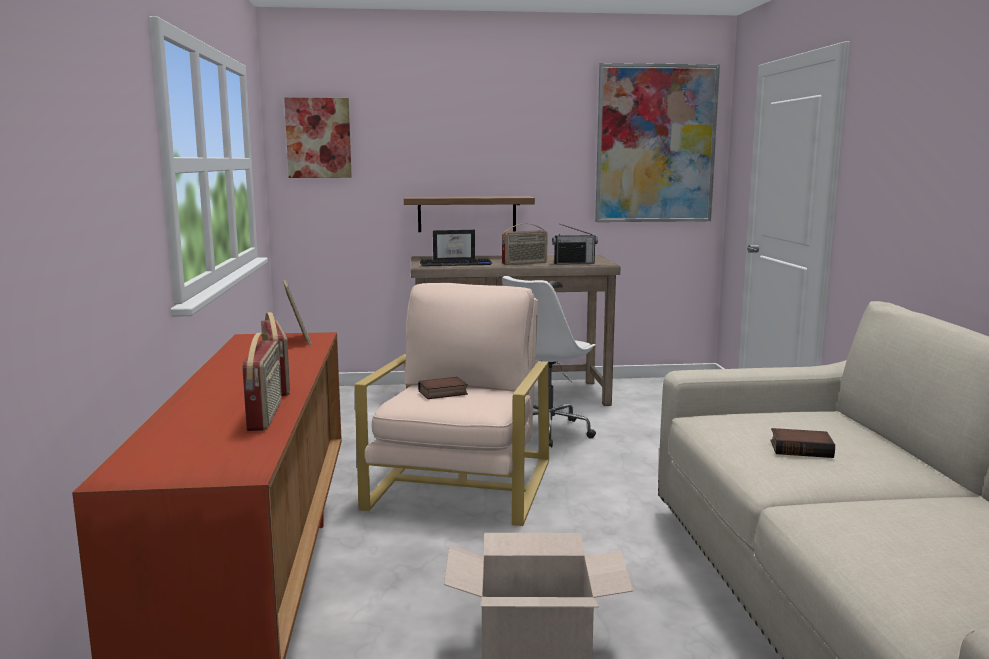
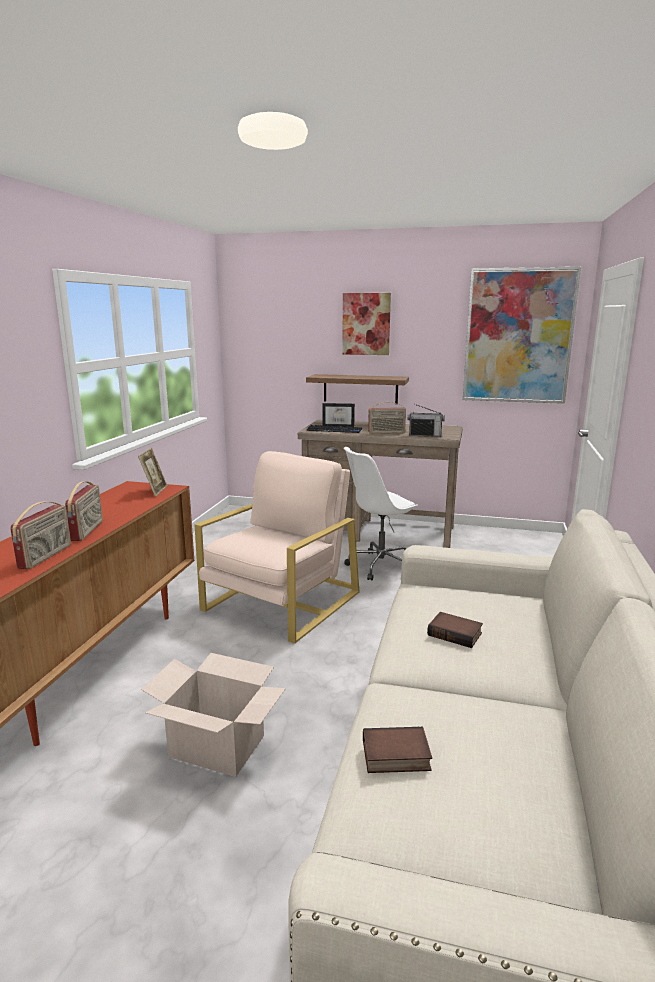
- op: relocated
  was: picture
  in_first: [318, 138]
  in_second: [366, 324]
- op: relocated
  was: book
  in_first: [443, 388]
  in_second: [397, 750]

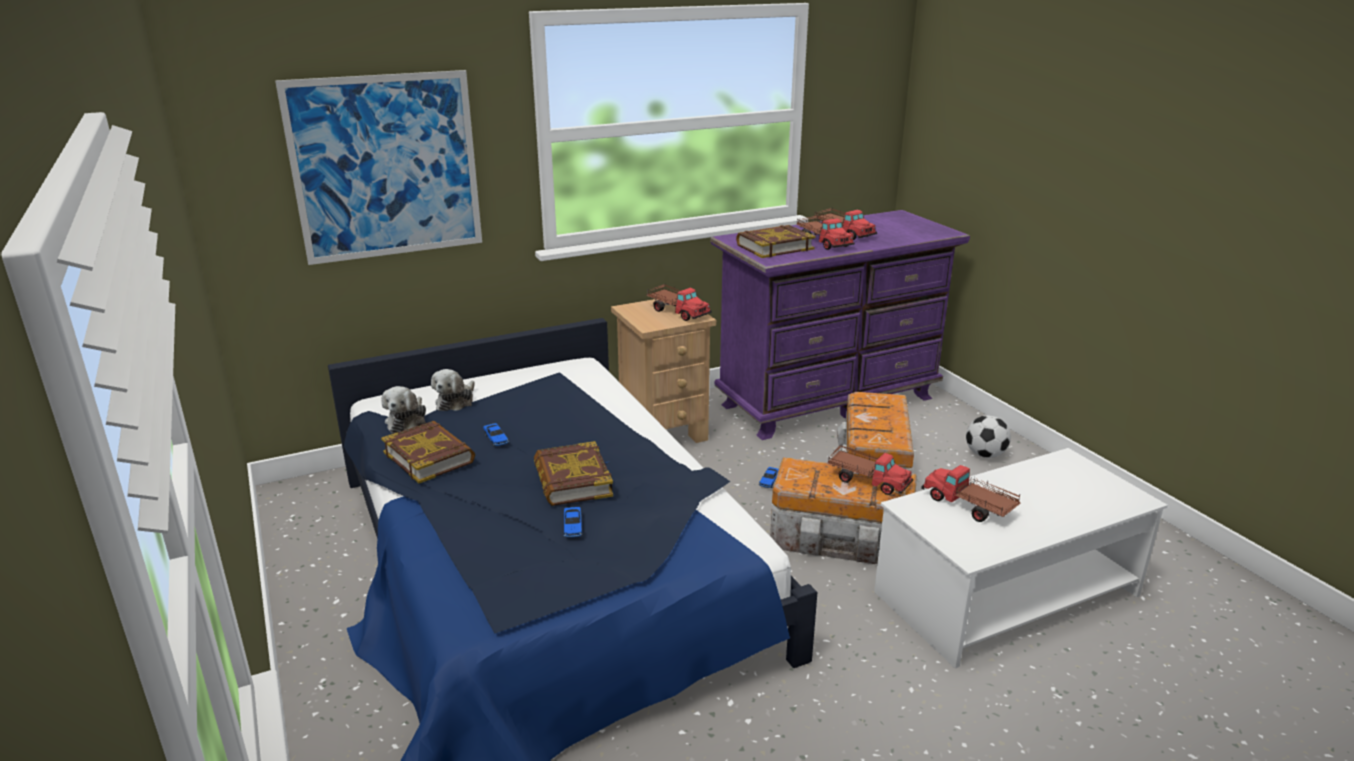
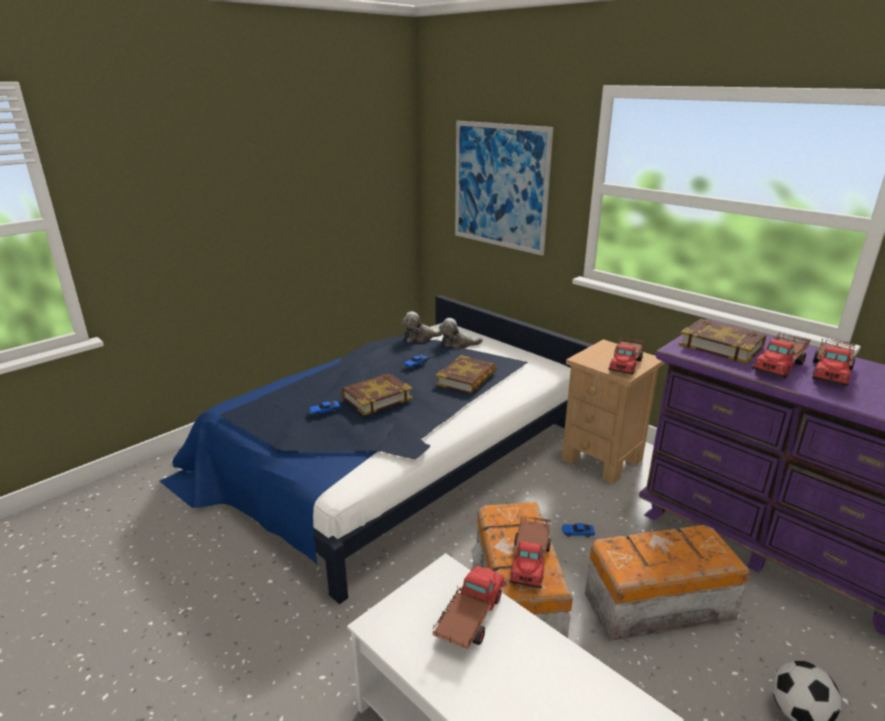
- op: relocated
  was: book
  in_first: [428, 452]
  in_second: [466, 374]

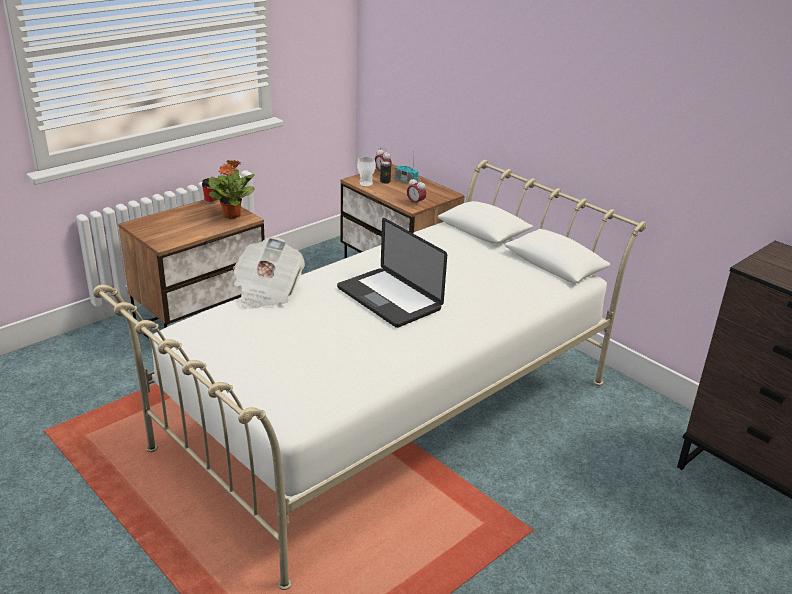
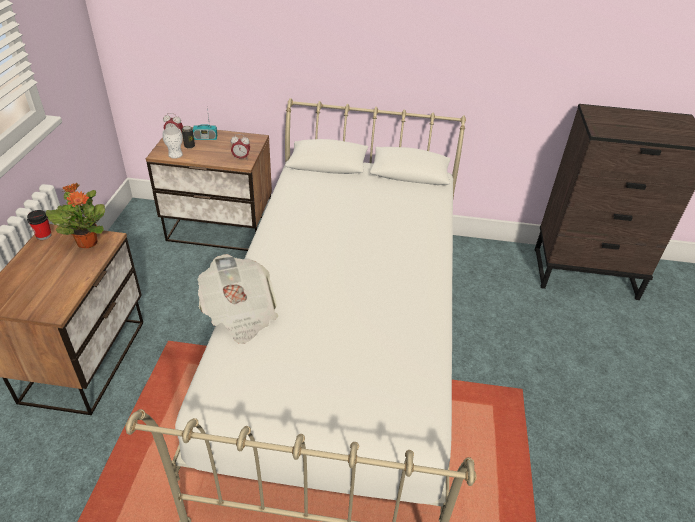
- op: missing
  was: laptop
  in_first: [392, 273]

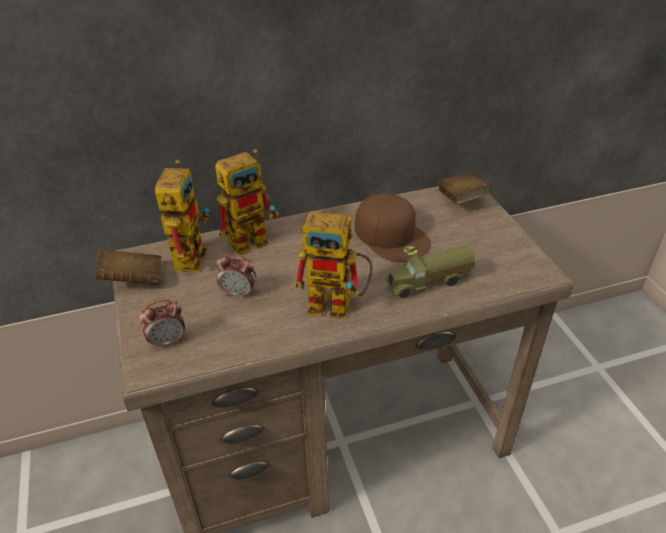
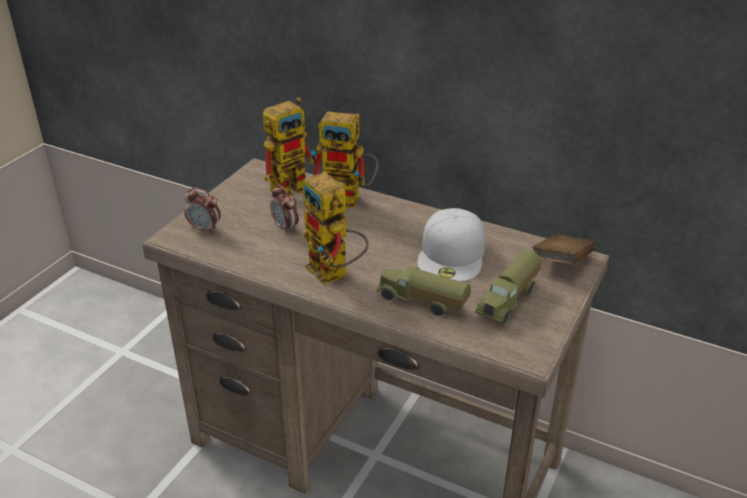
- op: missing
  was: brown book
  in_first: [127, 267]
- op: colour
  was: brown cap
  now: white cap
  in_first: [393, 227]
  in_second: [451, 245]
- op: appeared
  now: toy truck
  in_second: [508, 286]

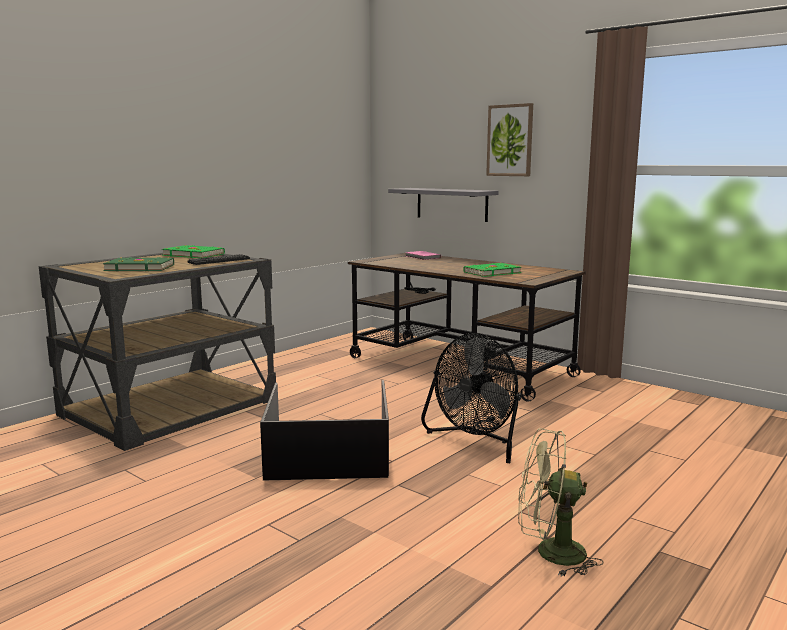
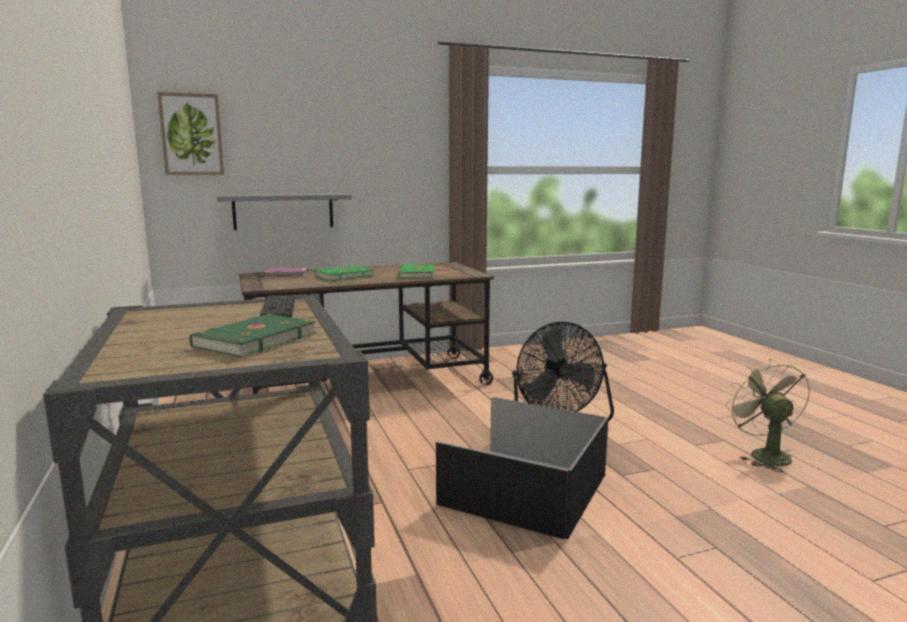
- op: relocated
  was: green book
  in_first: [193, 251]
  in_second: [344, 273]
- op: relocated
  was: picture
  in_first: [509, 139]
  in_second: [190, 133]
- op: spun
  was: green fan
  in_first: [560, 502]
  in_second: [767, 415]
  clockwise: 135

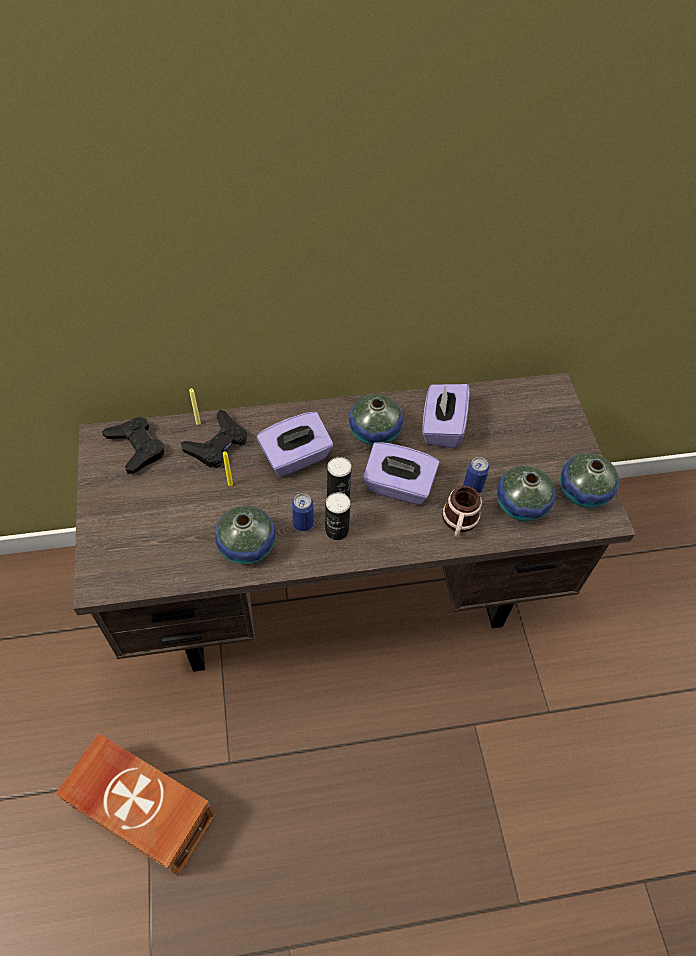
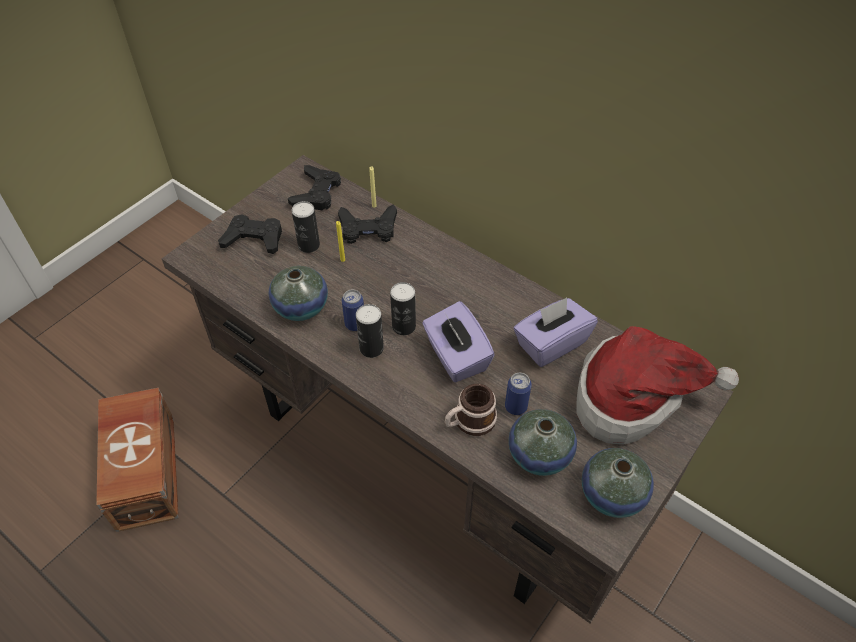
- op: missing
  was: purple tissue box
  in_first: [295, 444]
- op: missing
  was: vase
  in_first: [376, 420]
- op: appeared
  now: black game controller
  in_second: [250, 234]
- op: appeared
  now: can
  in_second: [306, 227]
- op: appeared
  now: hat
  in_second: [658, 385]

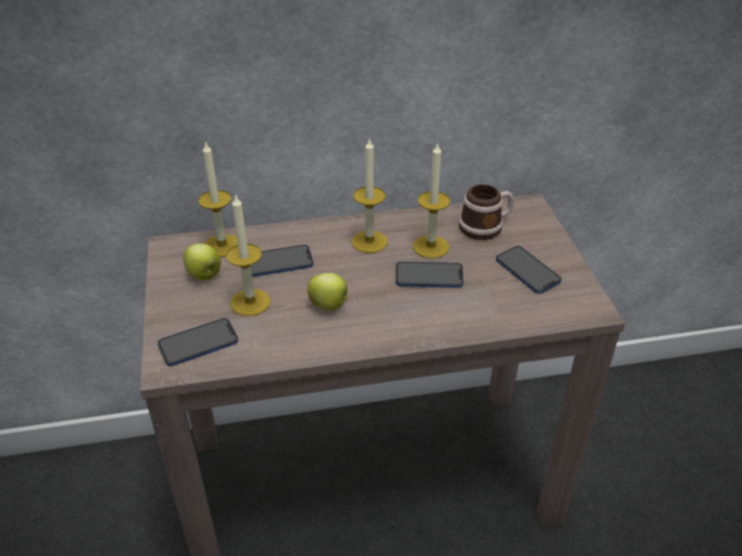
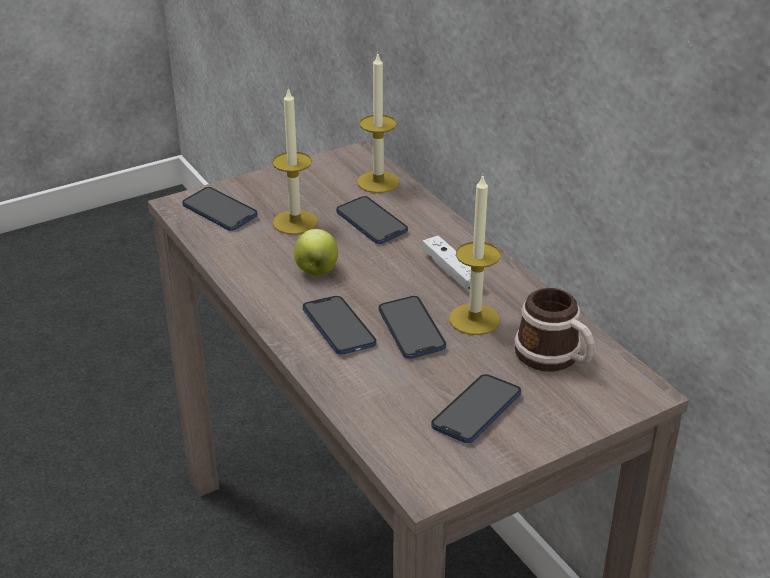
- op: missing
  was: apple
  in_first: [202, 262]
- op: exchanged
  was: candle
  now: white game controller
  in_first: [369, 195]
  in_second: [453, 264]
- op: appeared
  now: phone
  in_second: [340, 325]

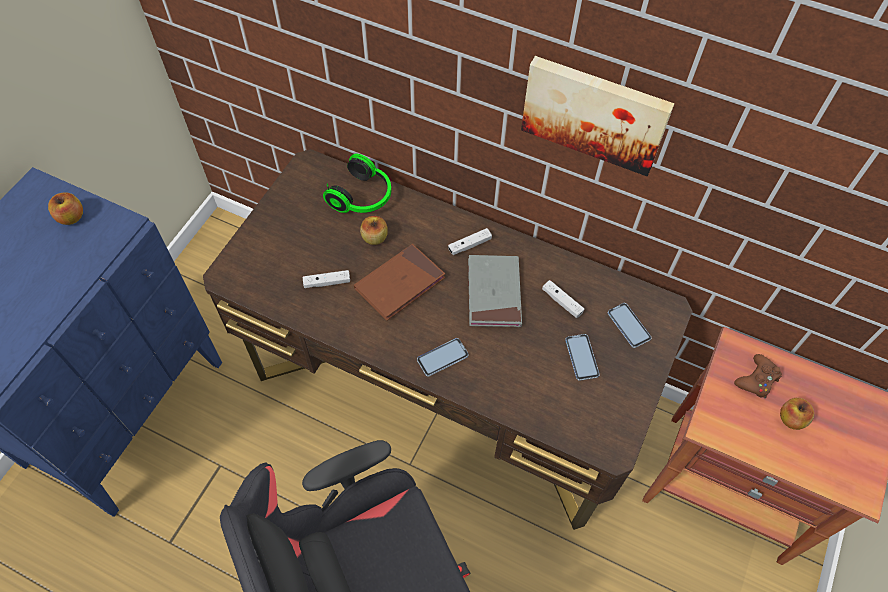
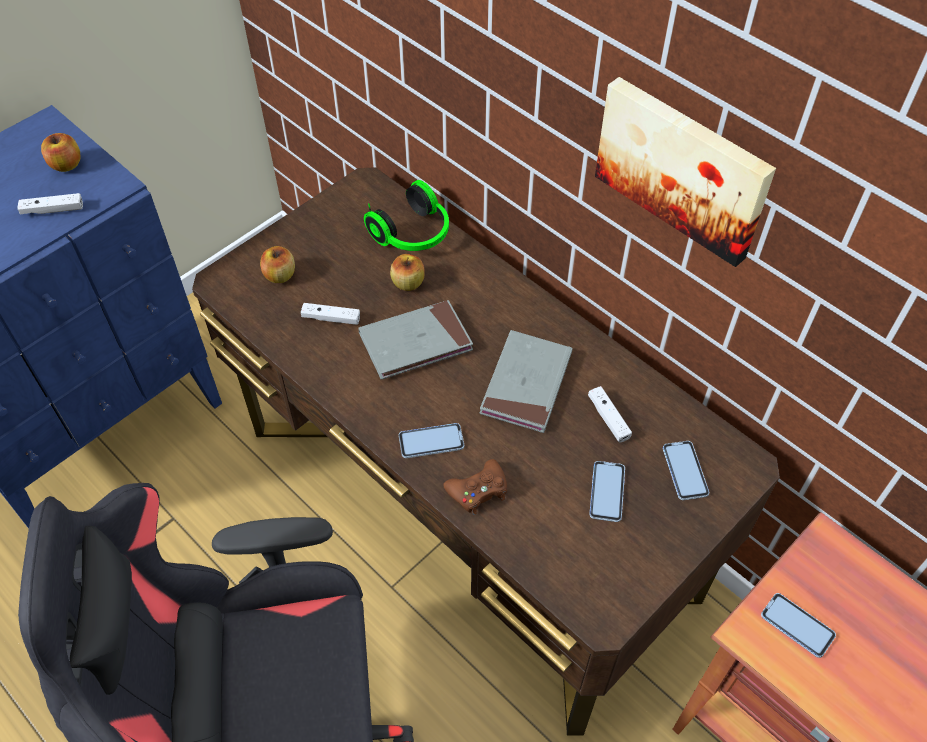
- op: colour
  was: brown book
  now: grey book
  in_first: [399, 282]
  in_second: [415, 340]
- op: relocated
  was: white game controller
  in_first: [470, 241]
  in_second: [50, 203]
- op: relocated
  was: brown game controller
  in_first: [758, 376]
  in_second: [475, 487]
- op: relocated
  was: apple
  in_first: [797, 414]
  in_second: [277, 264]
- op: appeared
  now: phone
  in_second: [798, 625]

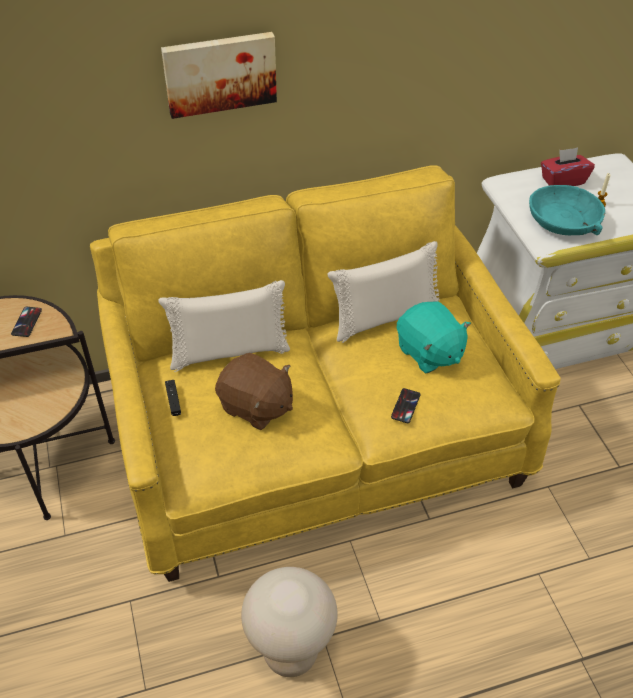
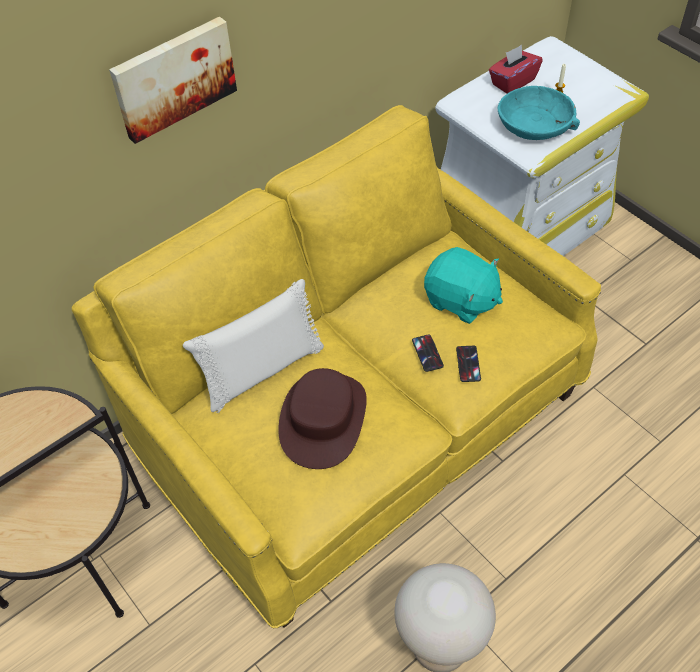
- op: relocated
  was: phone
  in_first: [26, 322]
  in_second: [428, 353]
- op: missing
  was: black game controller
  in_first: [173, 398]
- op: exchanged
  was: brown plush toy
  now: brown hat
  in_first: [254, 391]
  in_second: [322, 418]
- op: missing
  was: white pillow
  in_first: [383, 292]

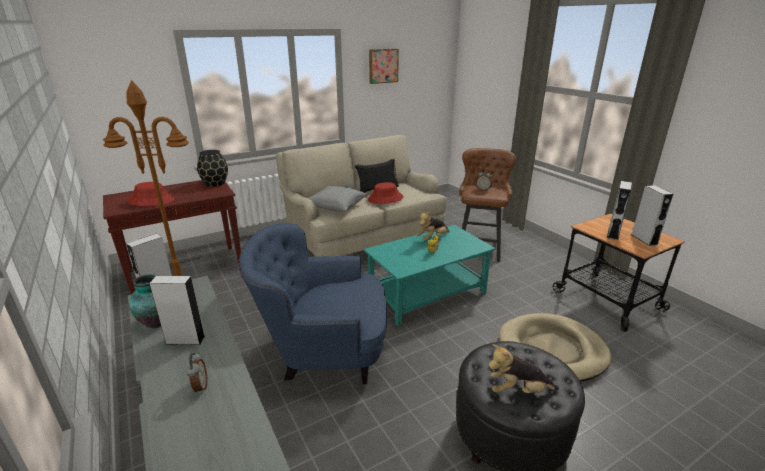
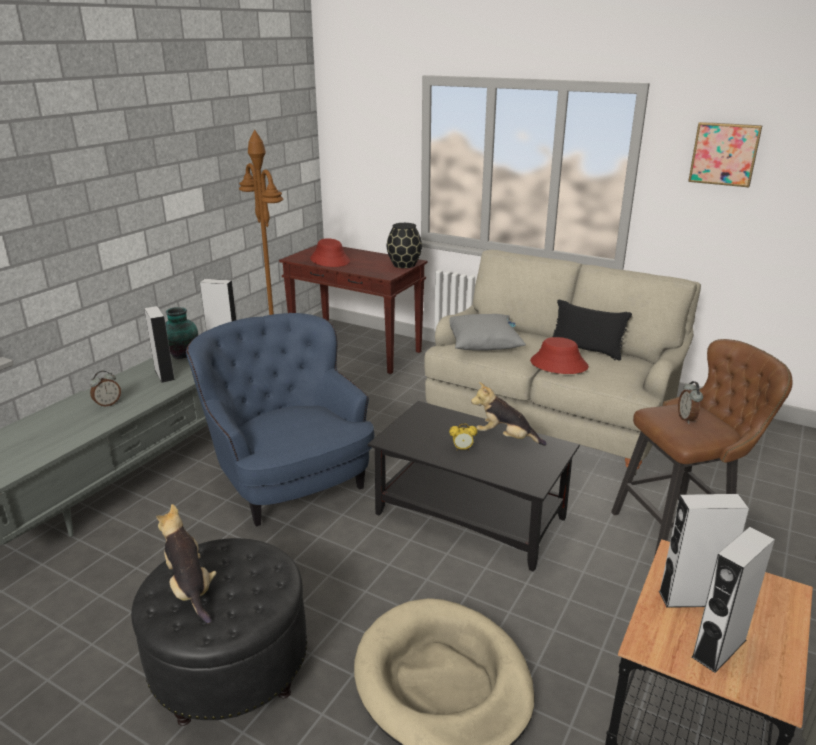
- op: colour
  was: turquoise coffee table
  now: black coffee table
  in_first: [430, 276]
  in_second: [474, 486]

